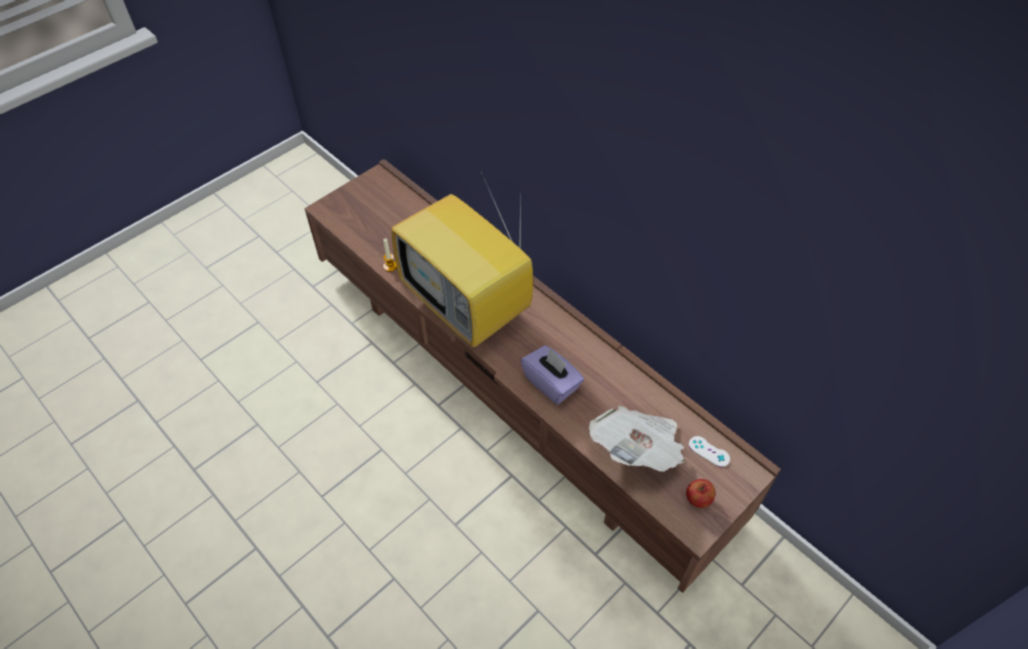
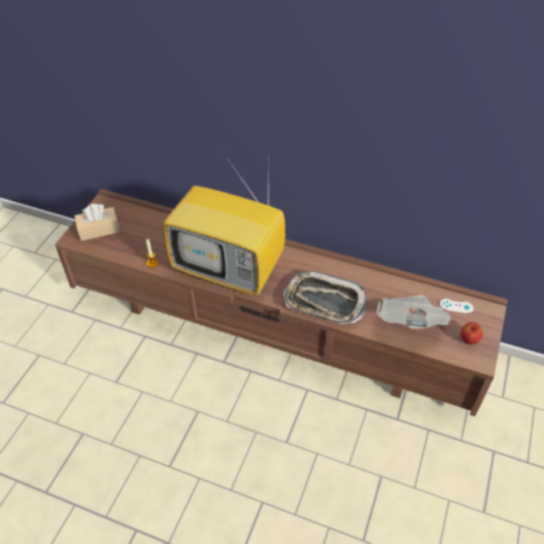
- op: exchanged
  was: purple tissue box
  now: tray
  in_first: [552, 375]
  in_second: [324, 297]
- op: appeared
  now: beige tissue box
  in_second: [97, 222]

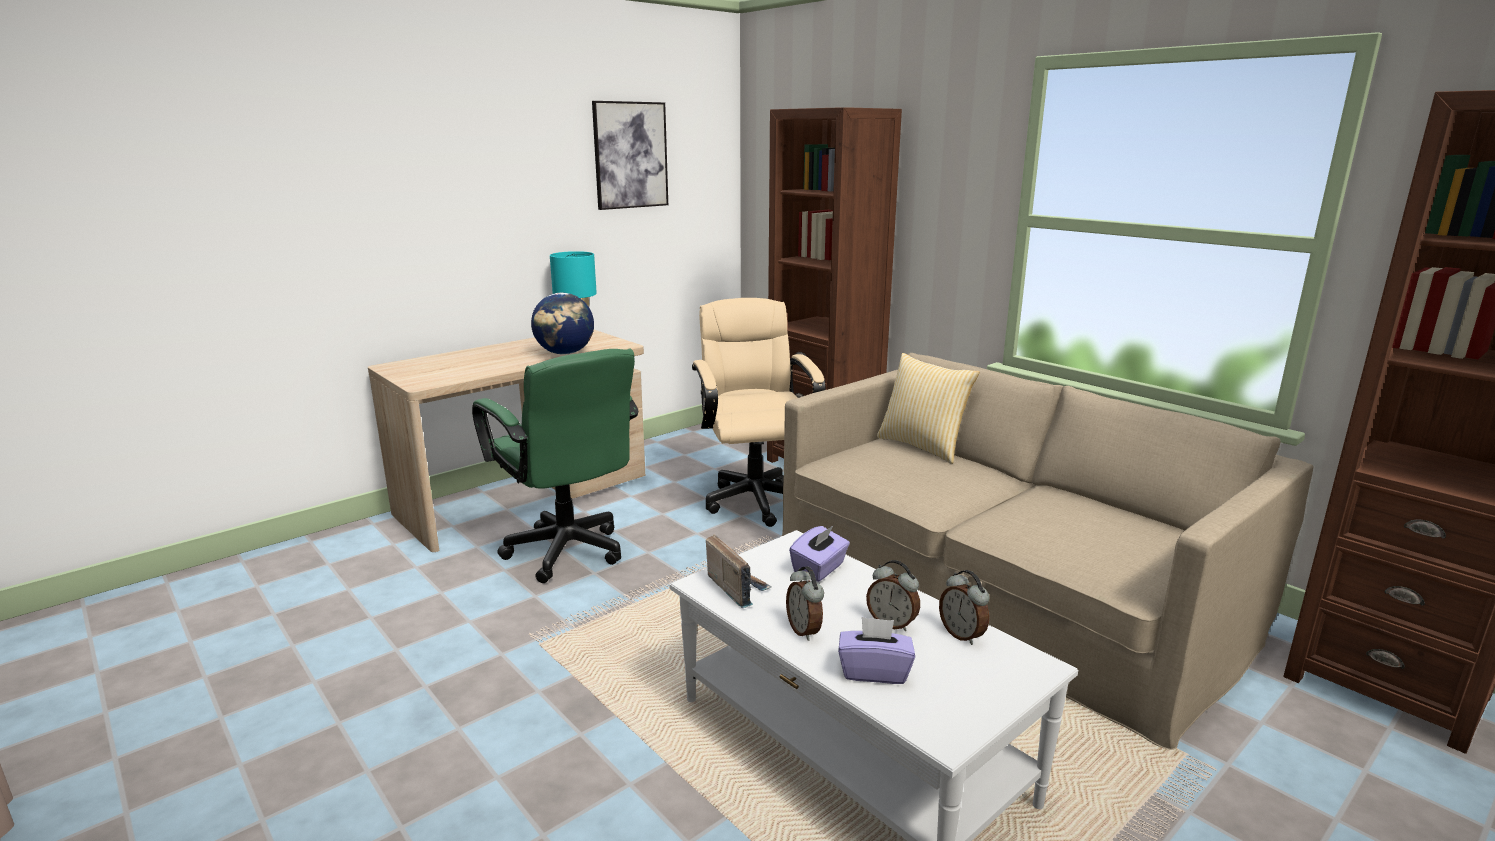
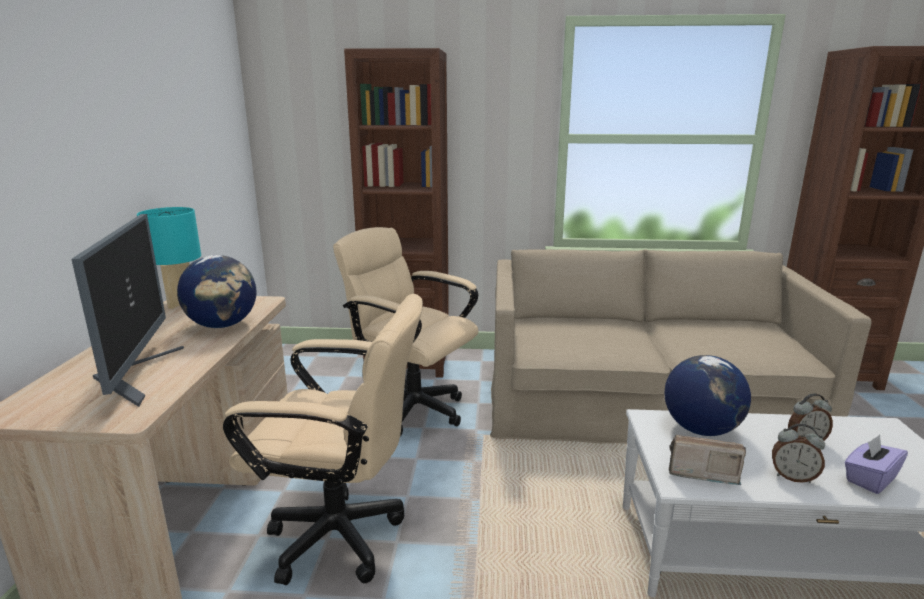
- op: colour
  was: green office chair
  now: beige office chair
  in_first: [555, 465]
  in_second: [323, 439]
- op: missing
  was: picture
  in_first: [630, 155]
- op: exchanged
  was: purple tissue box
  now: globe
  in_first: [819, 553]
  in_second: [708, 395]
- op: missing
  was: pillow
  in_first: [928, 408]
- op: missing
  was: alarm clock
  in_first: [964, 607]
- op: appeared
  now: monitor
  in_second: [128, 310]

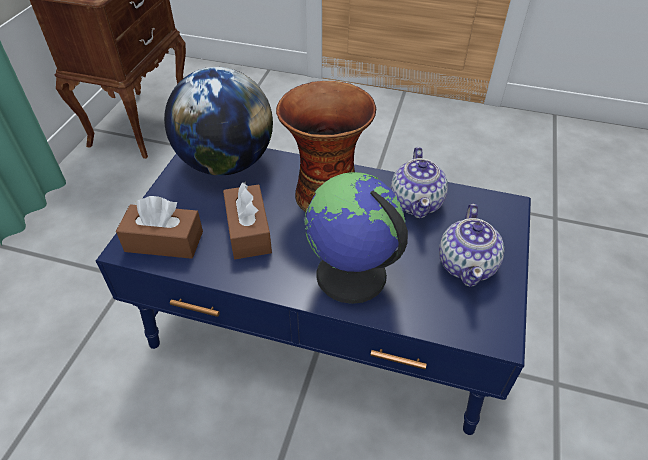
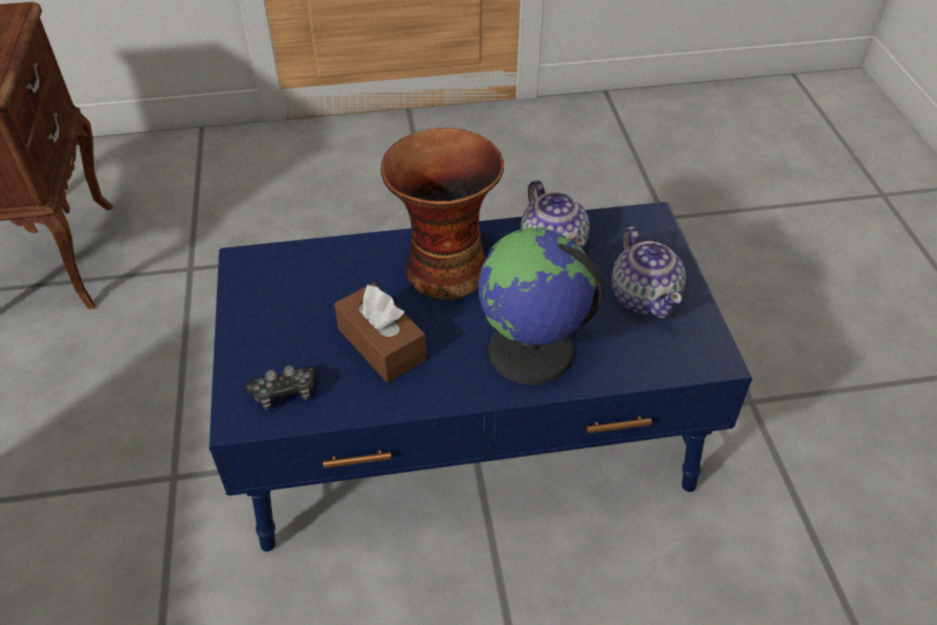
- op: exchanged
  was: brown tissue box
  now: game controller
  in_first: [159, 227]
  in_second: [281, 387]
- op: missing
  was: globe
  in_first: [218, 121]

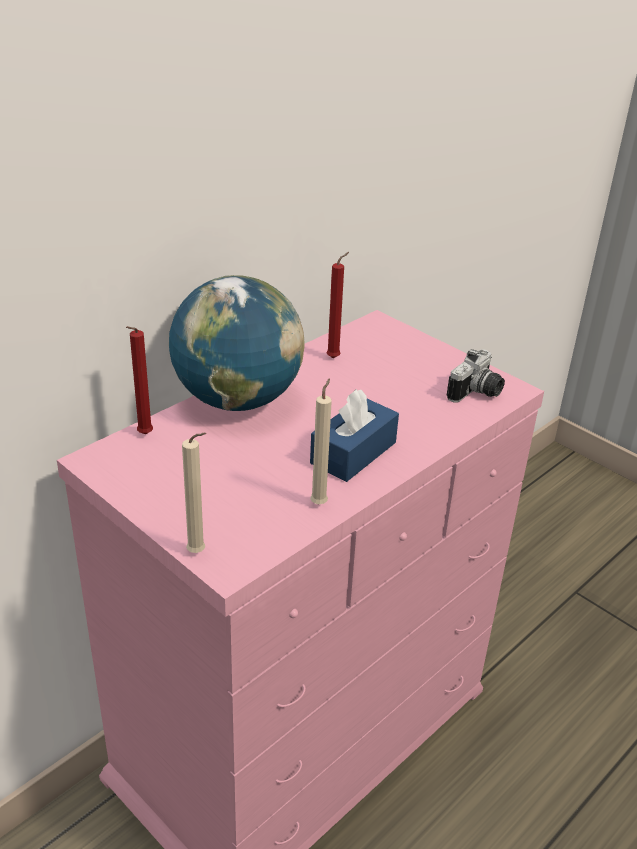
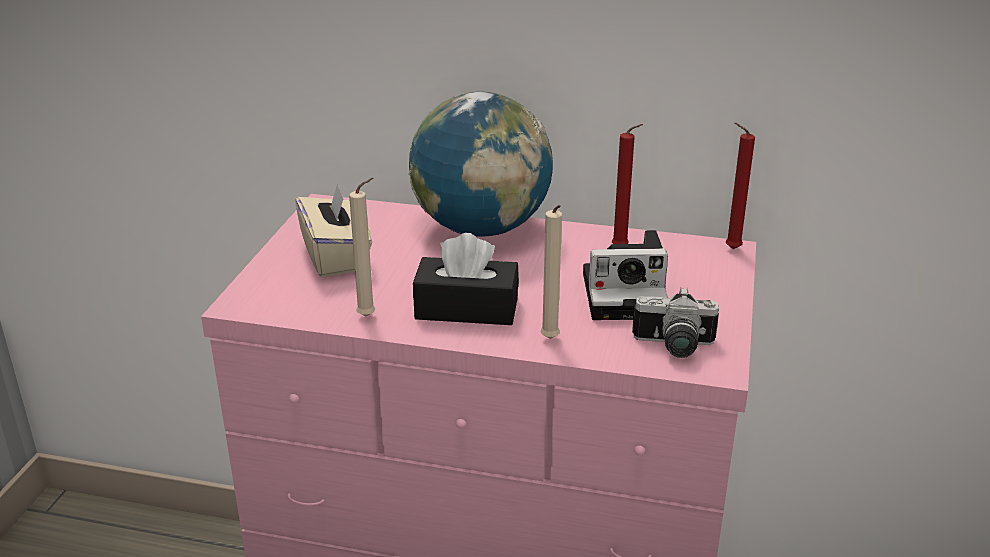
- op: relocated
  was: red candle
  in_first: [139, 380]
  in_second: [740, 186]
- op: relocated
  was: beige candle
  in_first: [194, 493]
  in_second: [551, 272]
- op: colour
  was: blue tissue box
  now: black tissue box
  in_first: [354, 435]
  in_second: [466, 279]
- op: appeared
  now: beige tissue box
  in_second: [333, 230]
- op: appeared
  now: photo camera
  in_second: [625, 275]

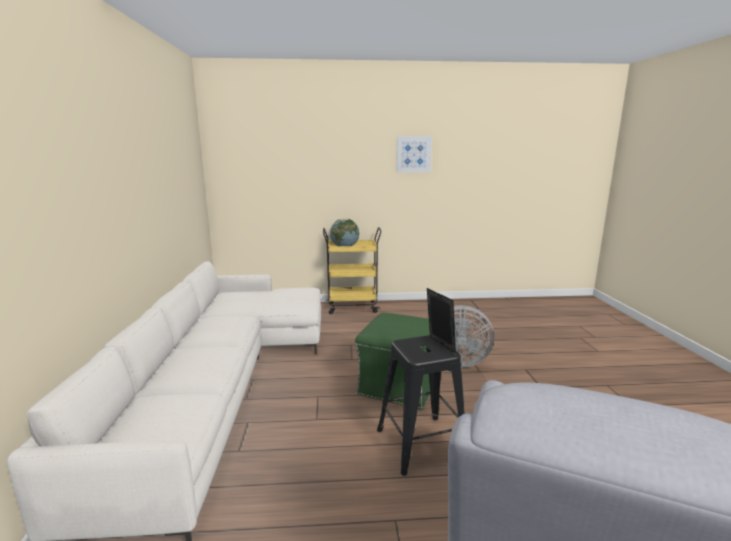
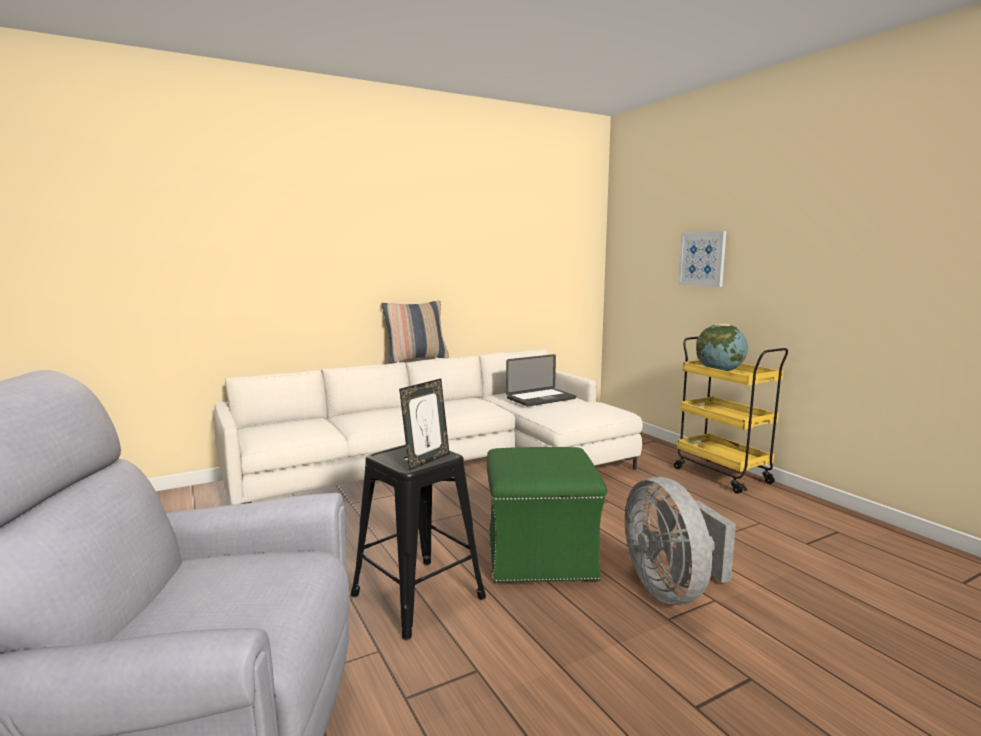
- op: relocated
  was: picture
  in_first: [414, 154]
  in_second: [702, 259]
- op: appeared
  now: pillow
  in_second: [415, 331]
- op: appeared
  now: laptop
  in_second: [541, 380]

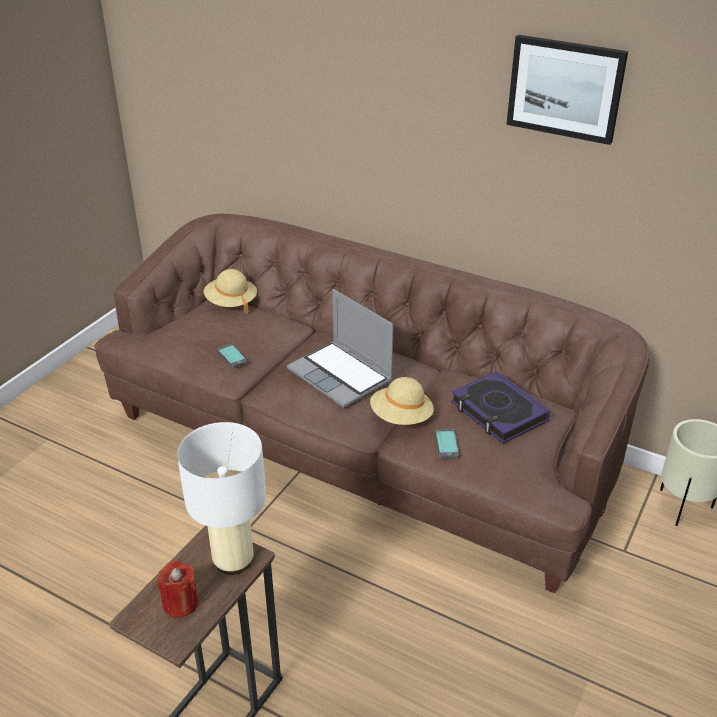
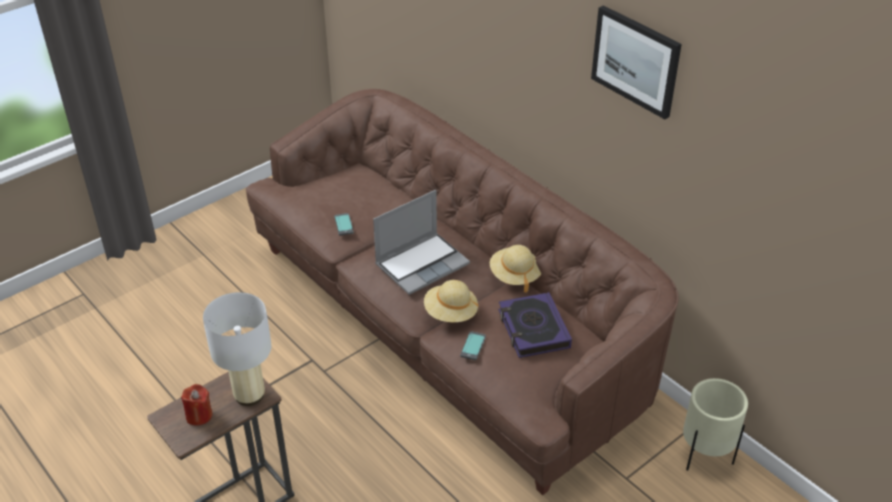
- op: relocated
  was: beige hat
  in_first: [230, 291]
  in_second: [515, 269]
- op: spun
  was: laptop
  in_first: [340, 348]
  in_second: [421, 242]
  clockwise: -105

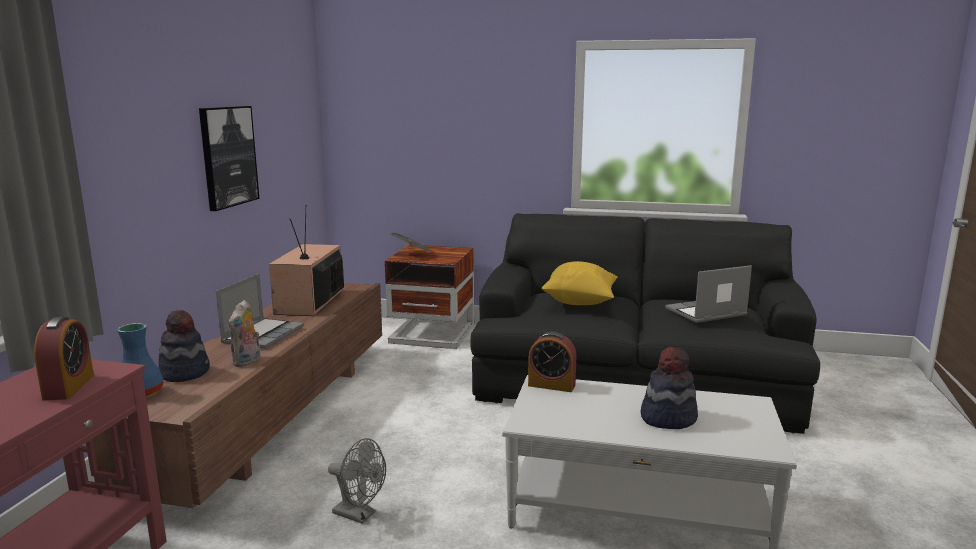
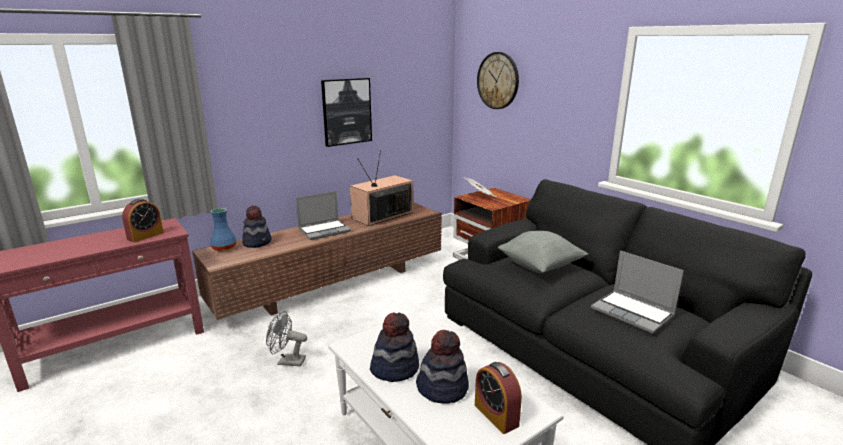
- op: missing
  was: plush toy
  in_first: [244, 333]
- op: spun
  was: grey fan
  in_first: [357, 481]
  in_second: [286, 339]
  clockwise: 120
- op: relocated
  was: alarm clock
  in_first: [552, 362]
  in_second: [498, 398]
- op: colour
  was: yellow pillow
  now: grey pillow
  in_first: [580, 283]
  in_second: [543, 252]
- op: spun
  was: laptop
  in_first: [708, 294]
  in_second: [637, 292]
  clockwise: -150
- op: appeared
  now: hat
  in_second: [394, 347]
- op: appeared
  now: wall clock
  in_second: [498, 80]

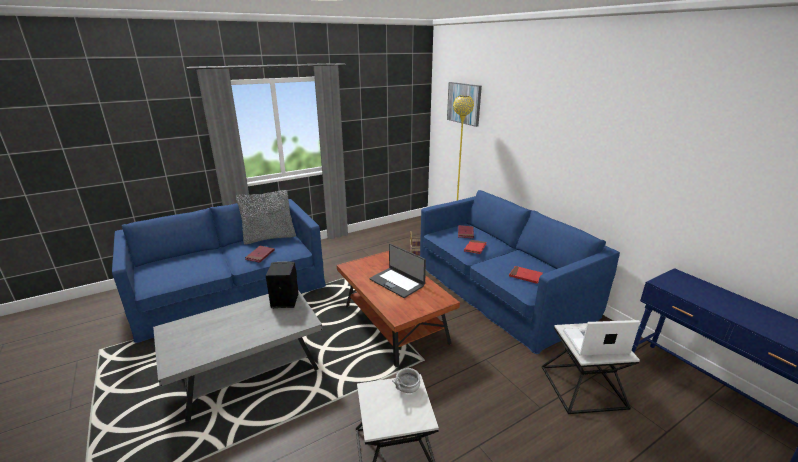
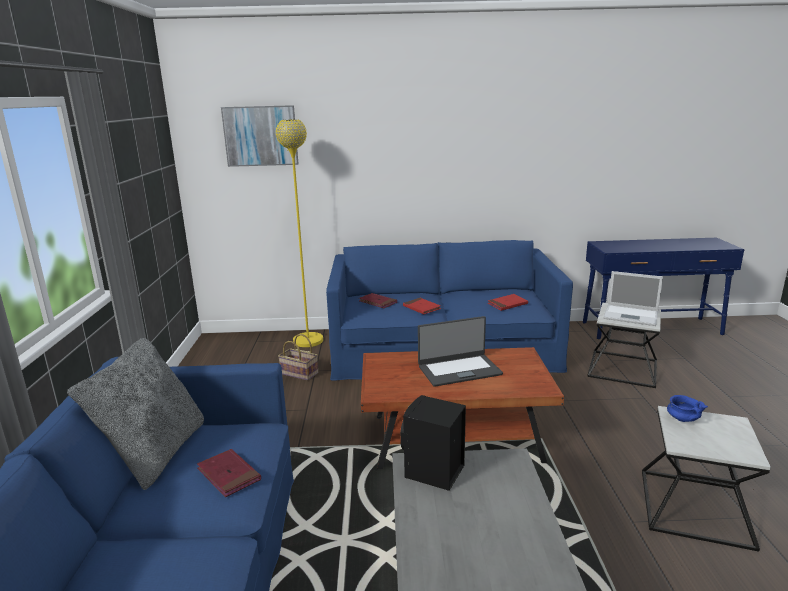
- op: colour
  was: grey bowl
  now: blue bowl
  in_first: [406, 380]
  in_second: [687, 408]
- op: spun
  was: laptop
  in_first: [601, 338]
  in_second: [633, 298]
  clockwise: -90

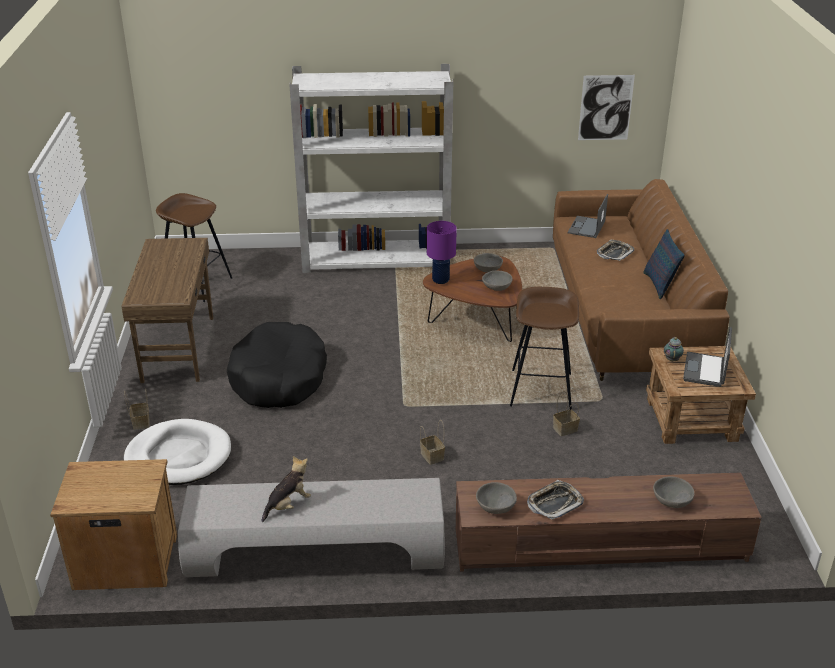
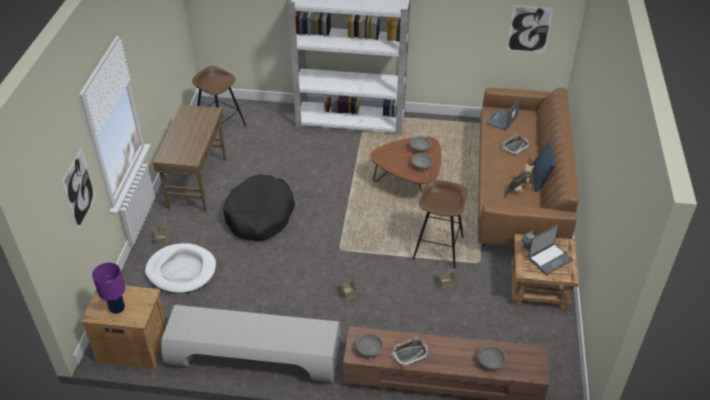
- op: relocated
  was: plush toy
  in_first: [286, 489]
  in_second: [519, 180]
- op: relocated
  was: purple table lamp
  in_first: [442, 252]
  in_second: [108, 288]
- op: spun
  was: laptop
  in_first: [707, 357]
  in_second: [550, 250]
  clockwise: -150
- op: appeared
  now: picture
  in_second: [79, 189]

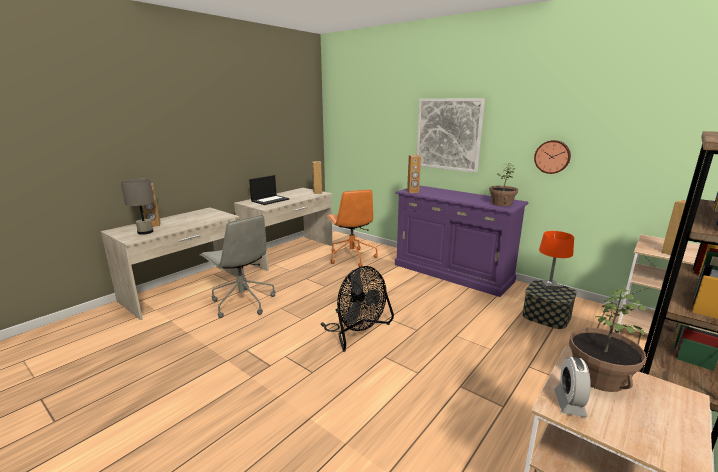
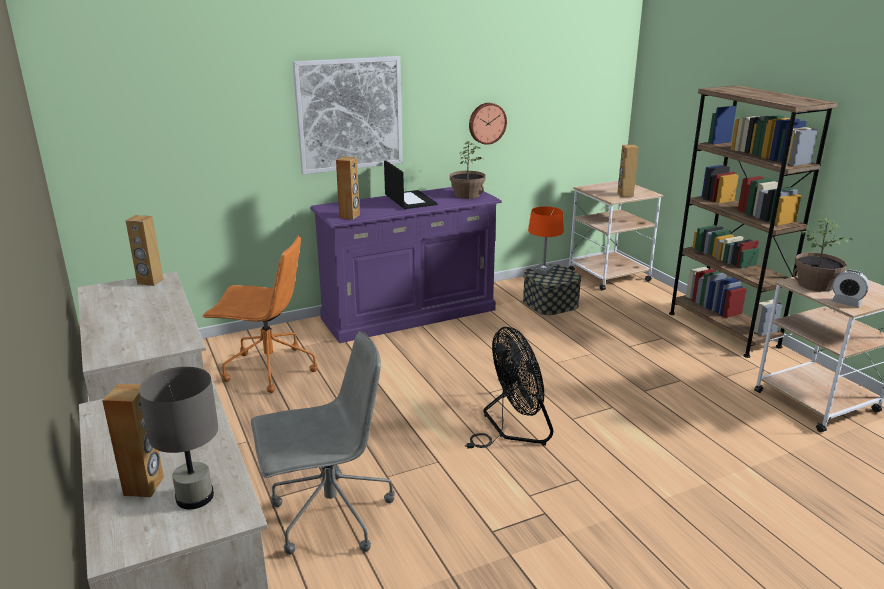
- op: relocated
  was: laptop
  in_first: [269, 190]
  in_second: [410, 184]

